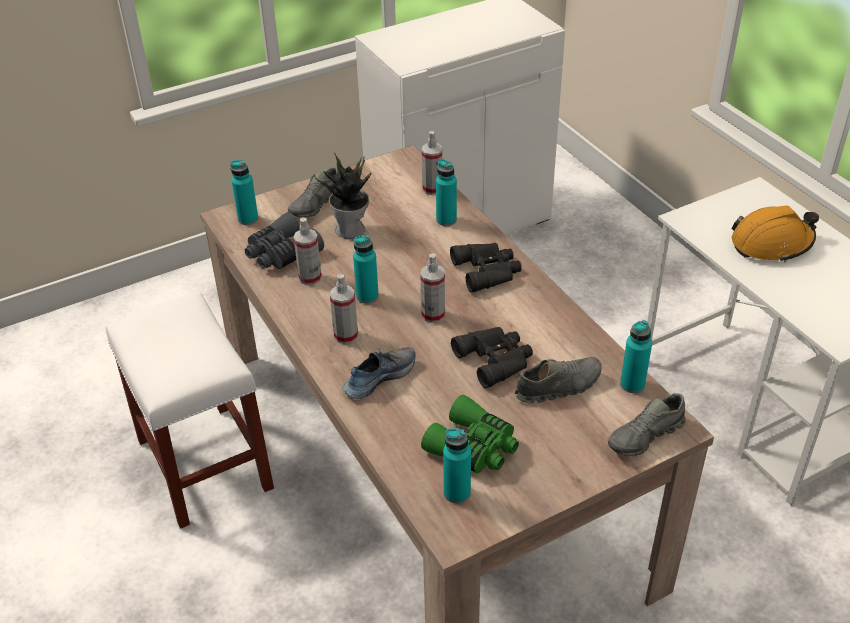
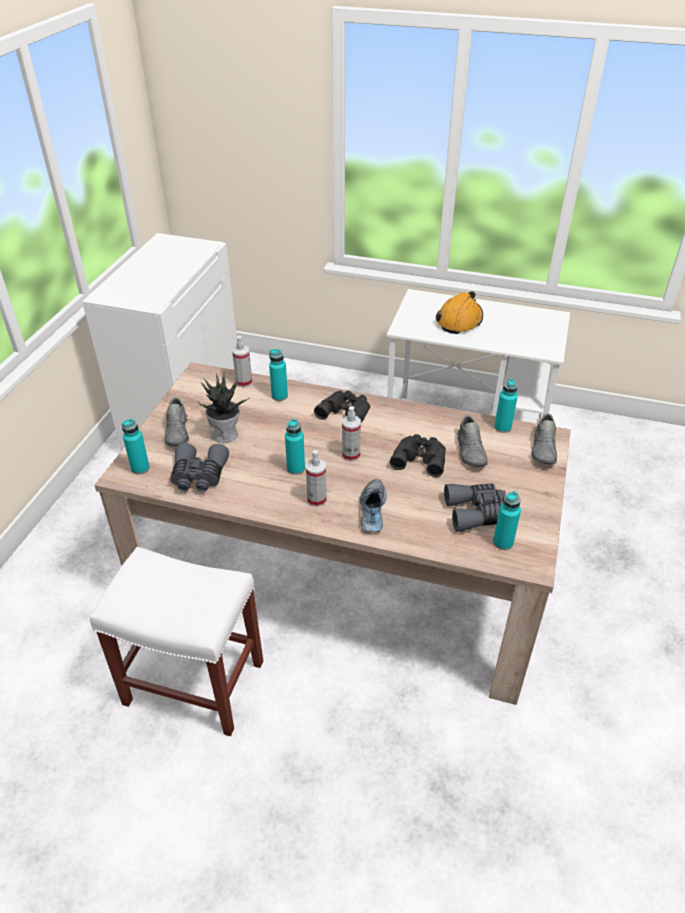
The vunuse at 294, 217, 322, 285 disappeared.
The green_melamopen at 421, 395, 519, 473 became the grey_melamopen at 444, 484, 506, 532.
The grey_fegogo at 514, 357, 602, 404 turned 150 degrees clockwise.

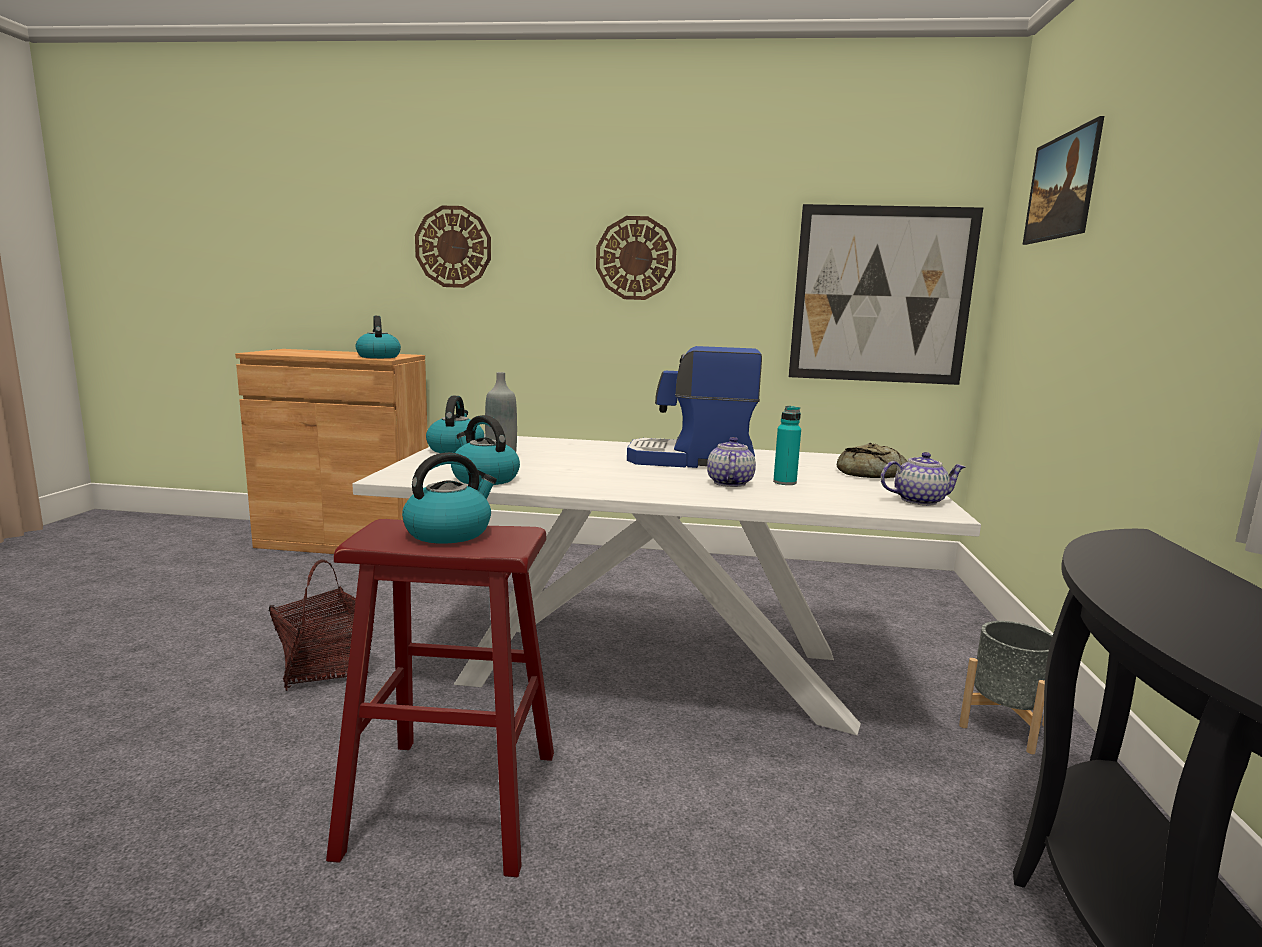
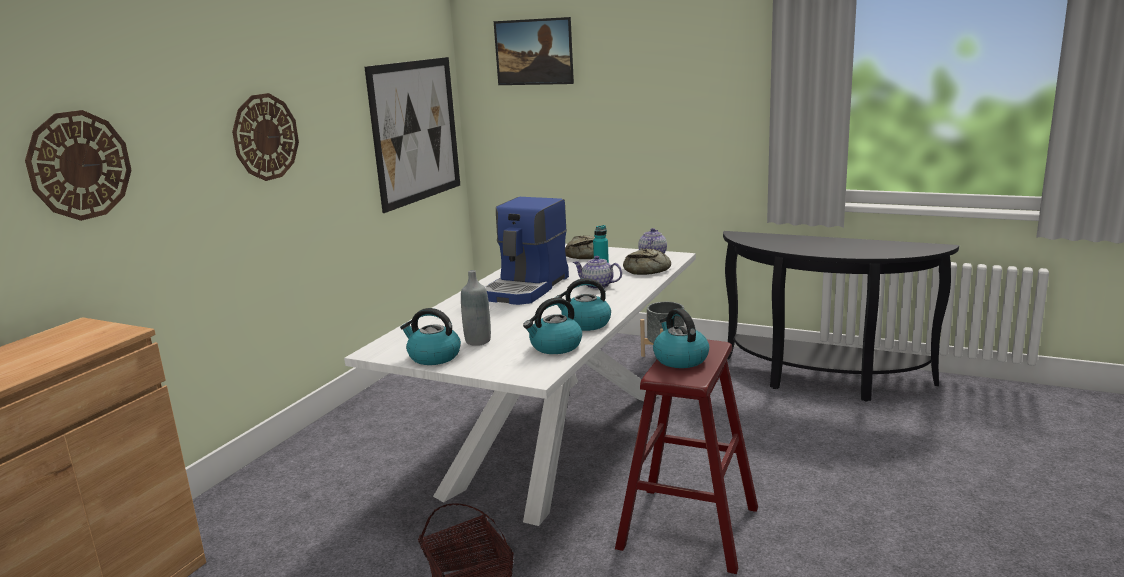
The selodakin moved from 356, 316, 401, 358 to 555, 278, 611, 331.
The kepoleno at 623, 248, 671, 275 appeared.

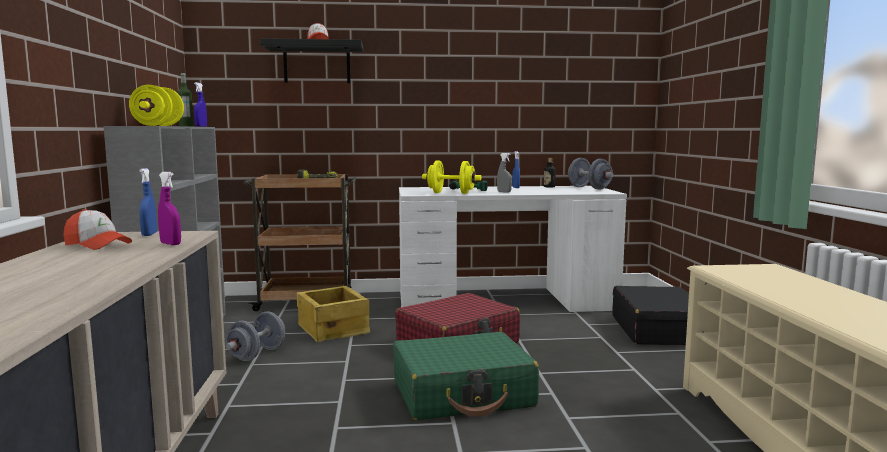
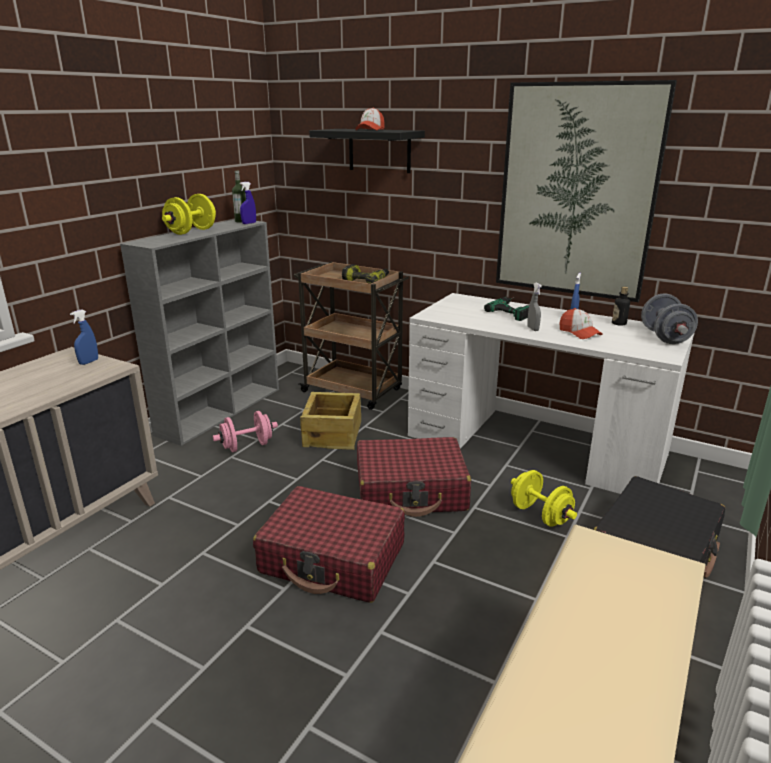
The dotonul moved from 63, 209, 132, 250 to 560, 308, 603, 339.
The purple_vunuse at 158, 172, 181, 245 disappeared.
The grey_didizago at 226, 311, 286, 361 became the pink_didizago at 213, 411, 278, 452.
The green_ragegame at 393, 332, 539, 420 became the red_ragegame at 253, 486, 405, 603.
The yellow_didizago moved from 422, 161, 481, 194 to 511, 470, 577, 527.
The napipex at 496, 80, 677, 302 appeared.

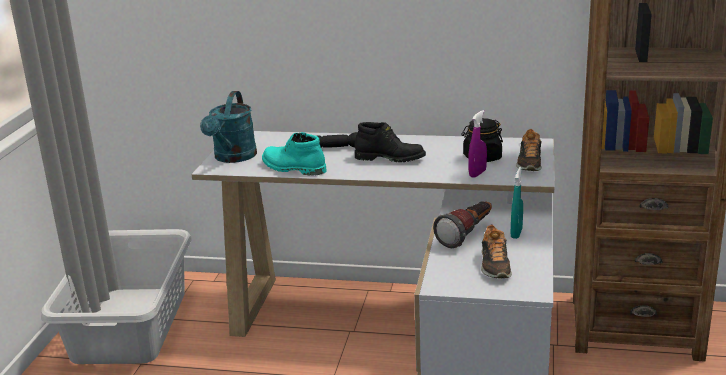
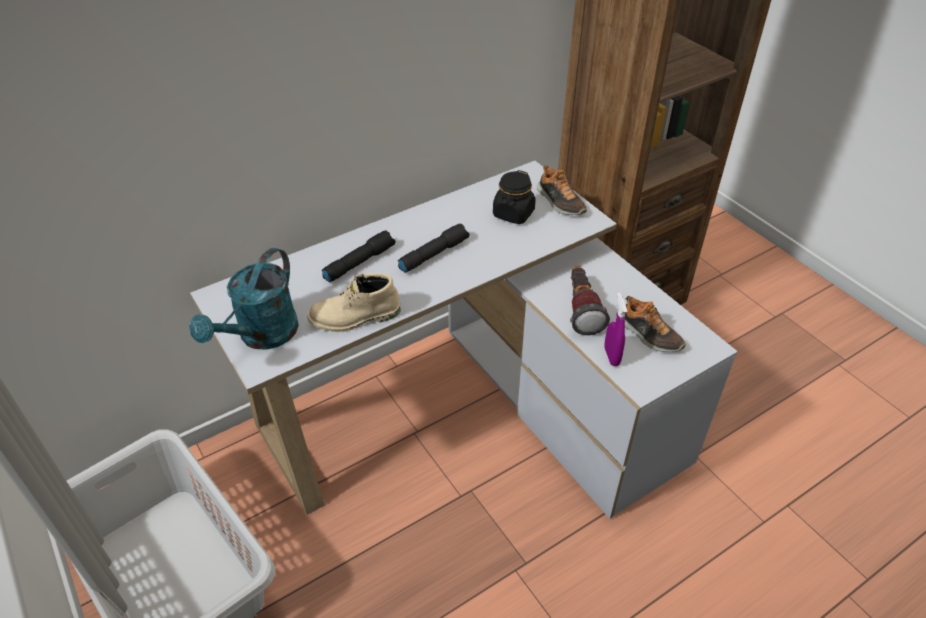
The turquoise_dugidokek at 200, 91, 257, 163 turned 60 degrees clockwise.
The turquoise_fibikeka at 262, 132, 327, 176 became the beige_fibikeka at 307, 273, 401, 332.
The black_fibikeka at 355, 122, 426, 162 was replaced by the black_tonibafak at 398, 224, 470, 273.
The purple_vunuse moved from 469, 110, 487, 178 to 604, 292, 628, 366.
The turquoise_vunuse at 511, 167, 523, 239 disappeared.

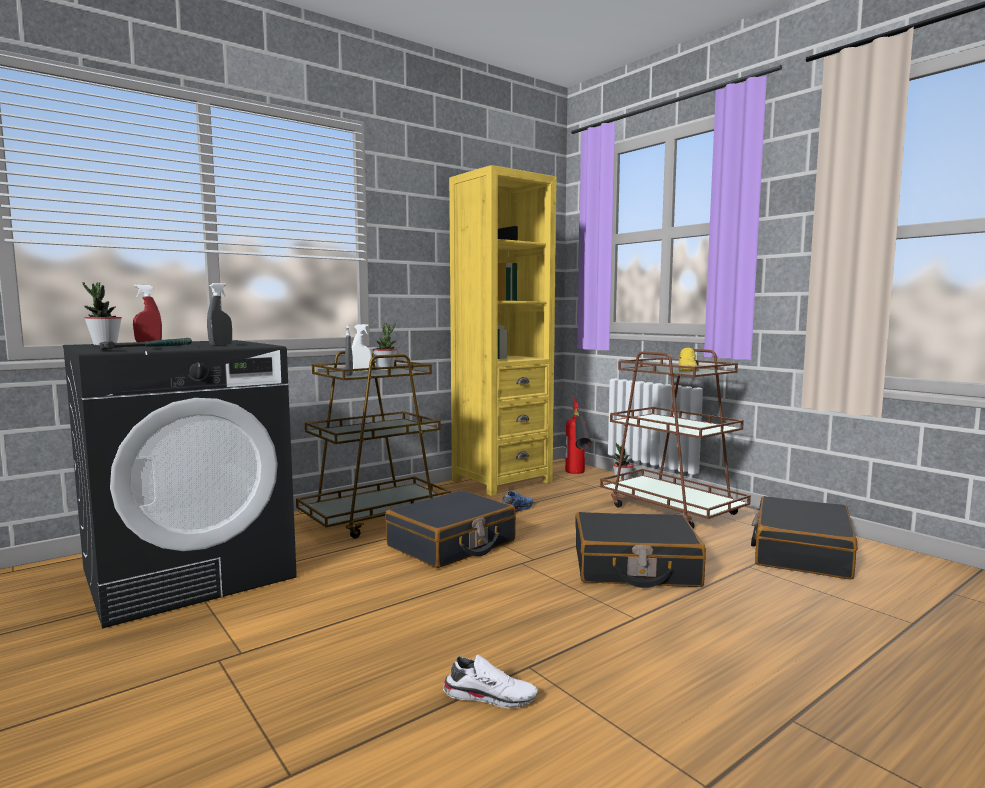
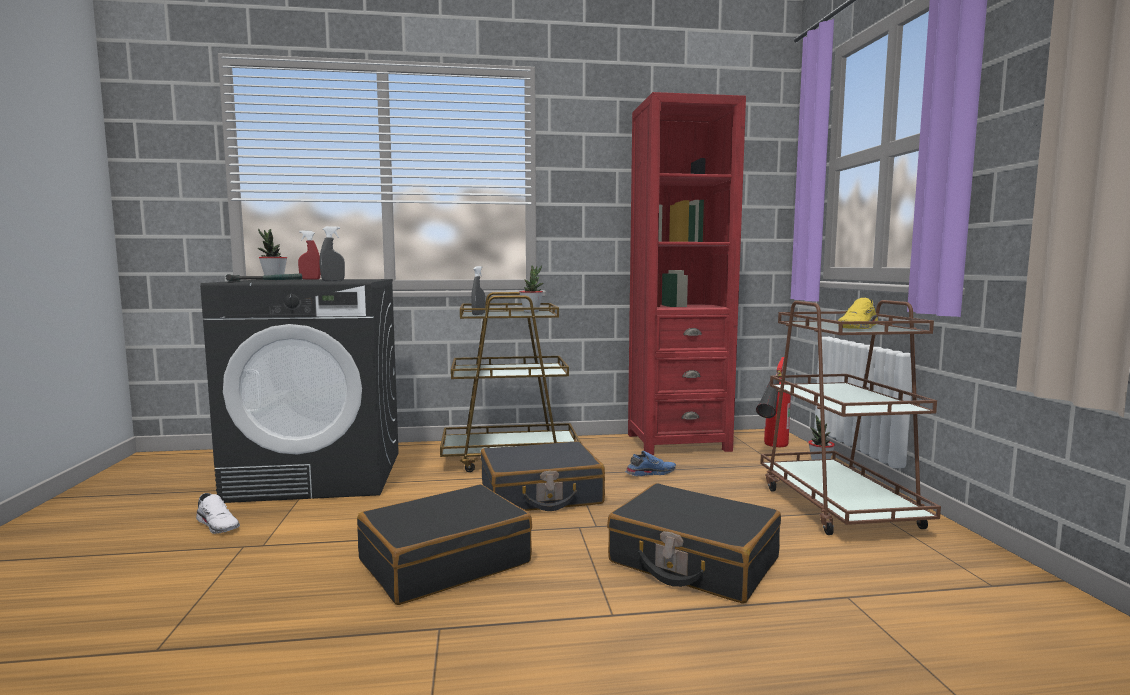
The white_vunuse at 351, 324, 372, 372 disappeared.
The white_fegogo moved from 443, 655, 538, 709 to 196, 493, 240, 534.
The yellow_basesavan at 449, 165, 557, 496 became the red_basesavan at 628, 92, 746, 455.
The black_ragegame moved from 751, 496, 857, 580 to 357, 484, 532, 605.

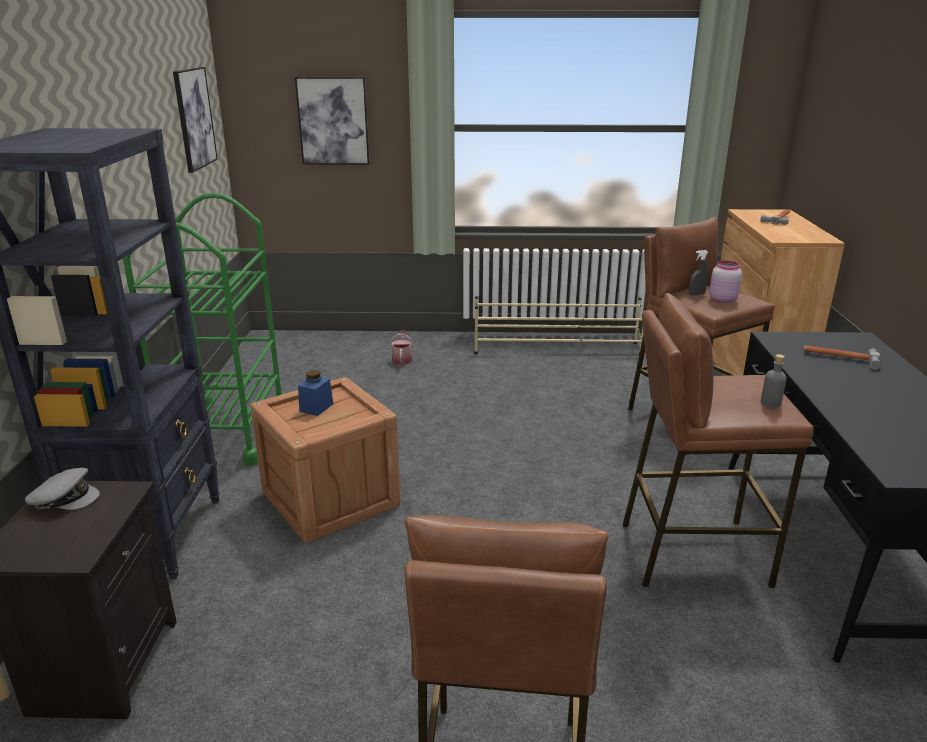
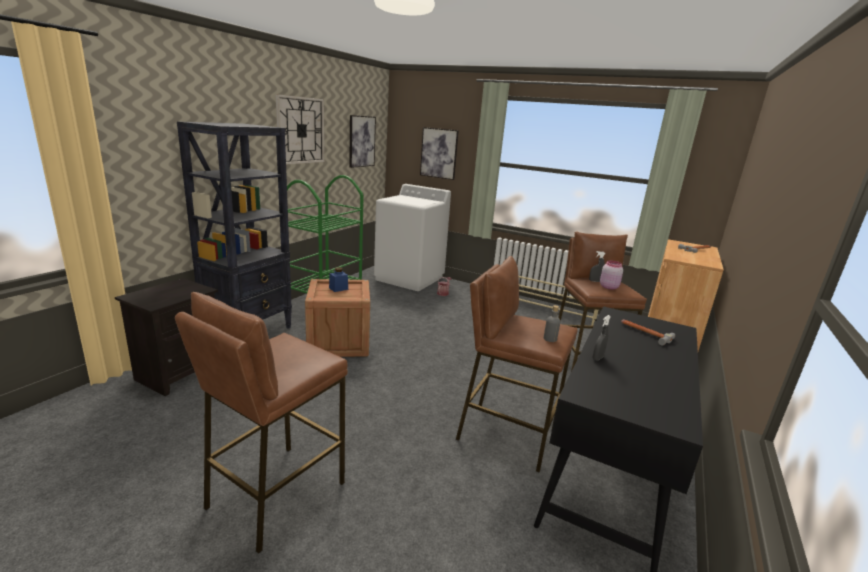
The grey_dotonul at 25, 468, 100, 510 disappeared.
The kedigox at 275, 94, 324, 165 appeared.
The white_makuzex at 374, 184, 451, 291 appeared.
The grey_vunuse at 593, 315, 611, 361 appeared.

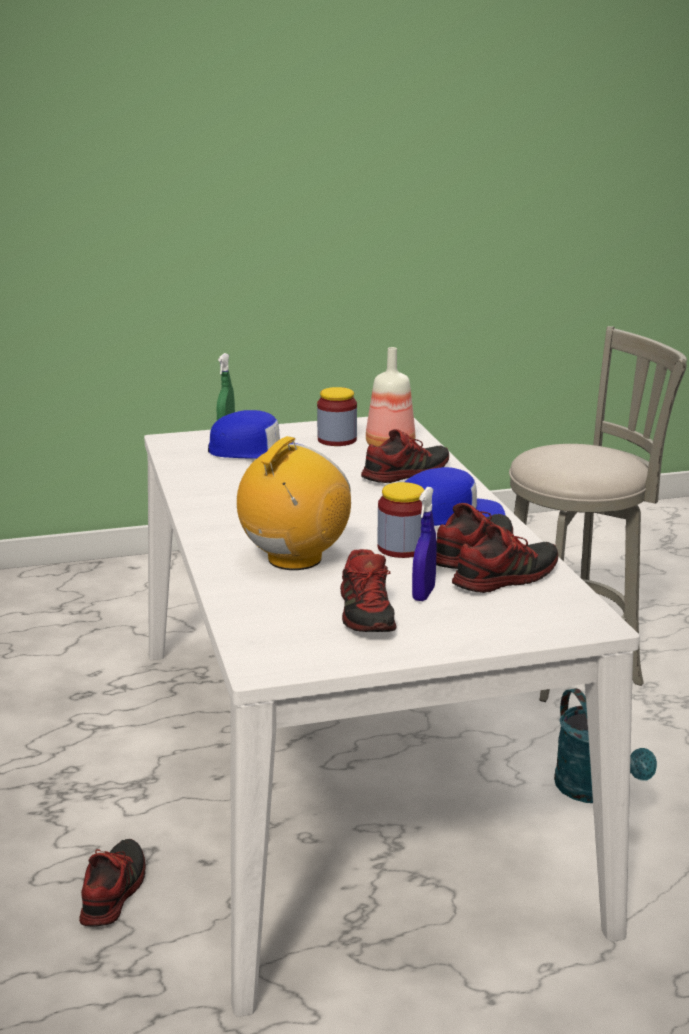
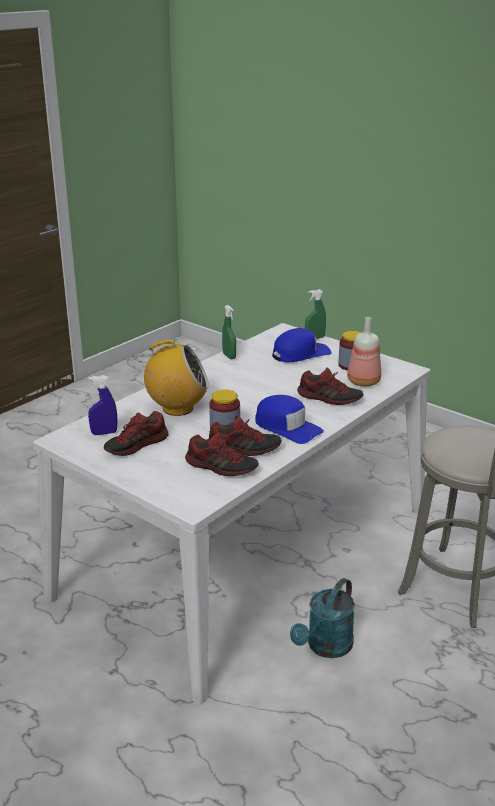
The fegogo at 79, 839, 146, 926 disappeared.
The blue_dotonul at 208, 410, 297, 459 turned 90 degrees counterclockwise.
The blue_vunuse moved from 412, 487, 437, 601 to 88, 375, 117, 435.
The green_vunuse at 222, 305, 236, 359 appeared.

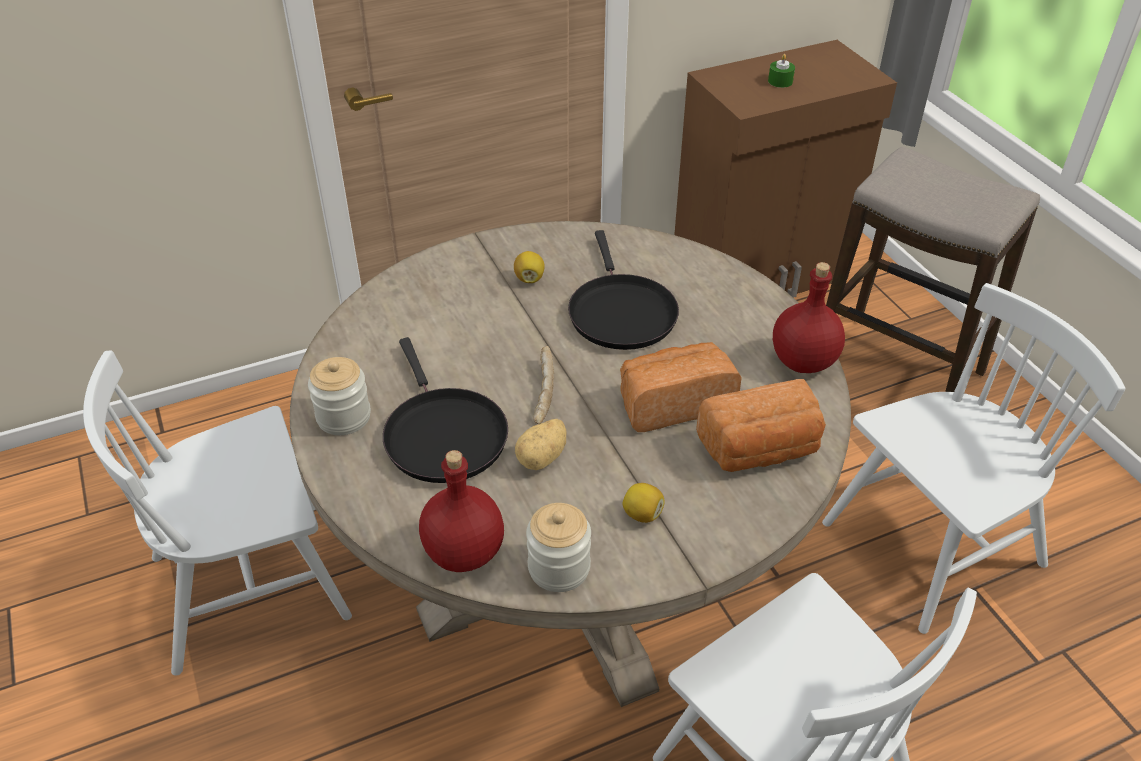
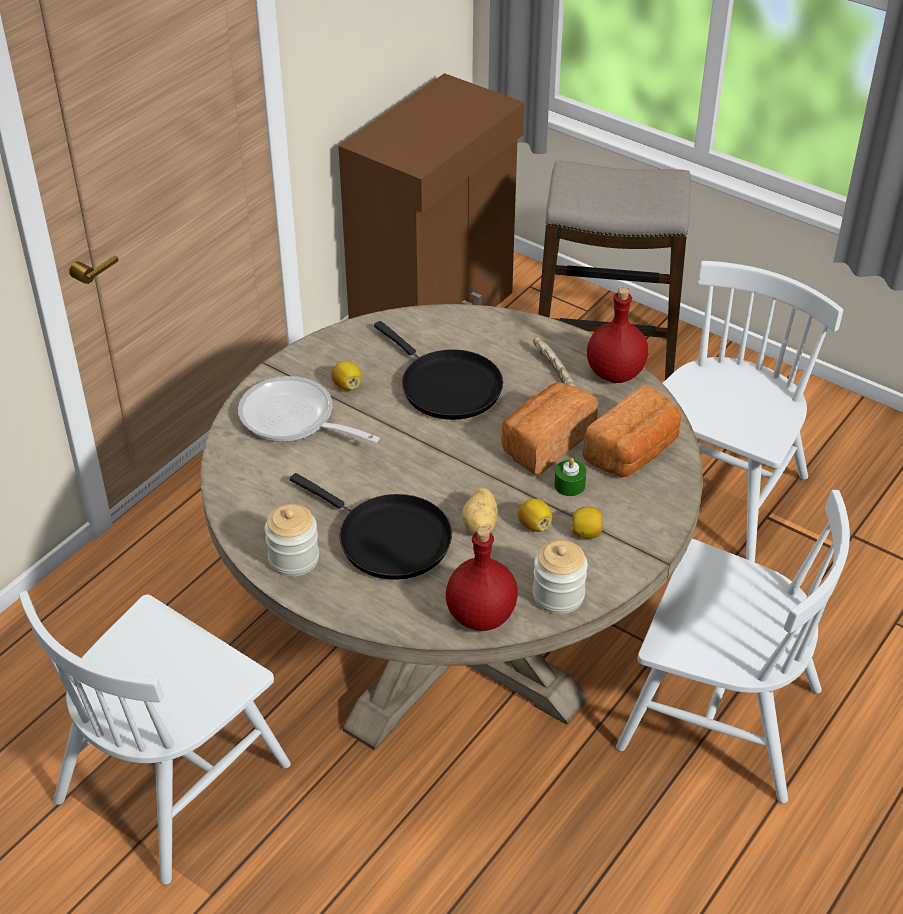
The kepoleno moved from 533, 346, 554, 424 to 533, 337, 575, 386.
The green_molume moved from 768, 54, 795, 88 to 554, 458, 586, 496.
The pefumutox at 238, 376, 380, 443 appeared.
The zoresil at 518, 499, 552, 532 appeared.

